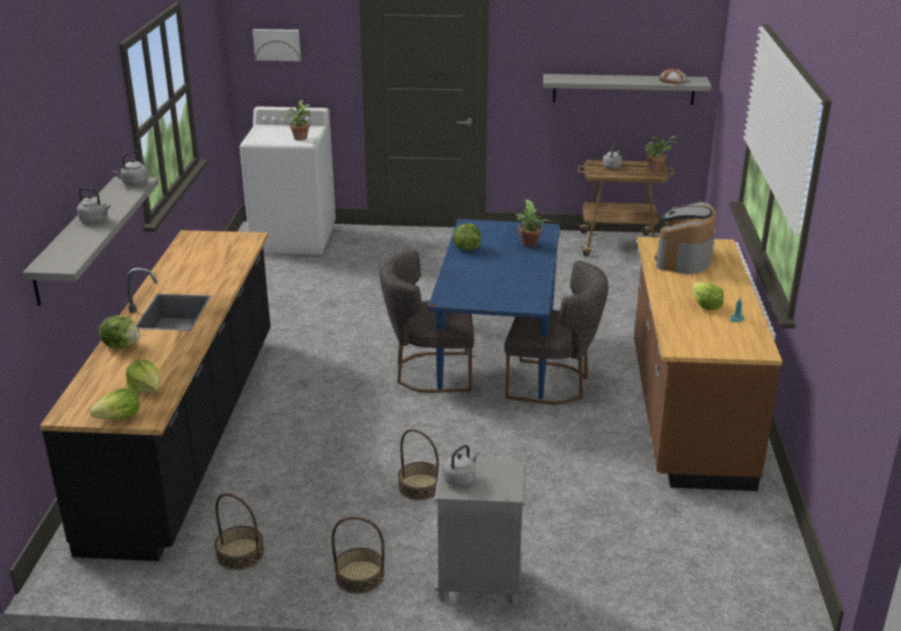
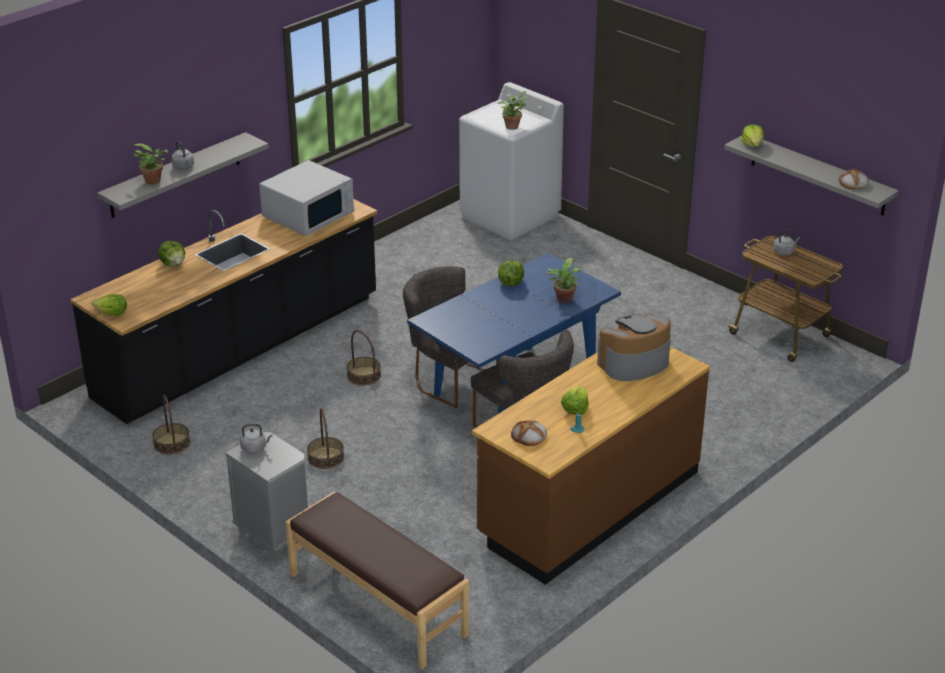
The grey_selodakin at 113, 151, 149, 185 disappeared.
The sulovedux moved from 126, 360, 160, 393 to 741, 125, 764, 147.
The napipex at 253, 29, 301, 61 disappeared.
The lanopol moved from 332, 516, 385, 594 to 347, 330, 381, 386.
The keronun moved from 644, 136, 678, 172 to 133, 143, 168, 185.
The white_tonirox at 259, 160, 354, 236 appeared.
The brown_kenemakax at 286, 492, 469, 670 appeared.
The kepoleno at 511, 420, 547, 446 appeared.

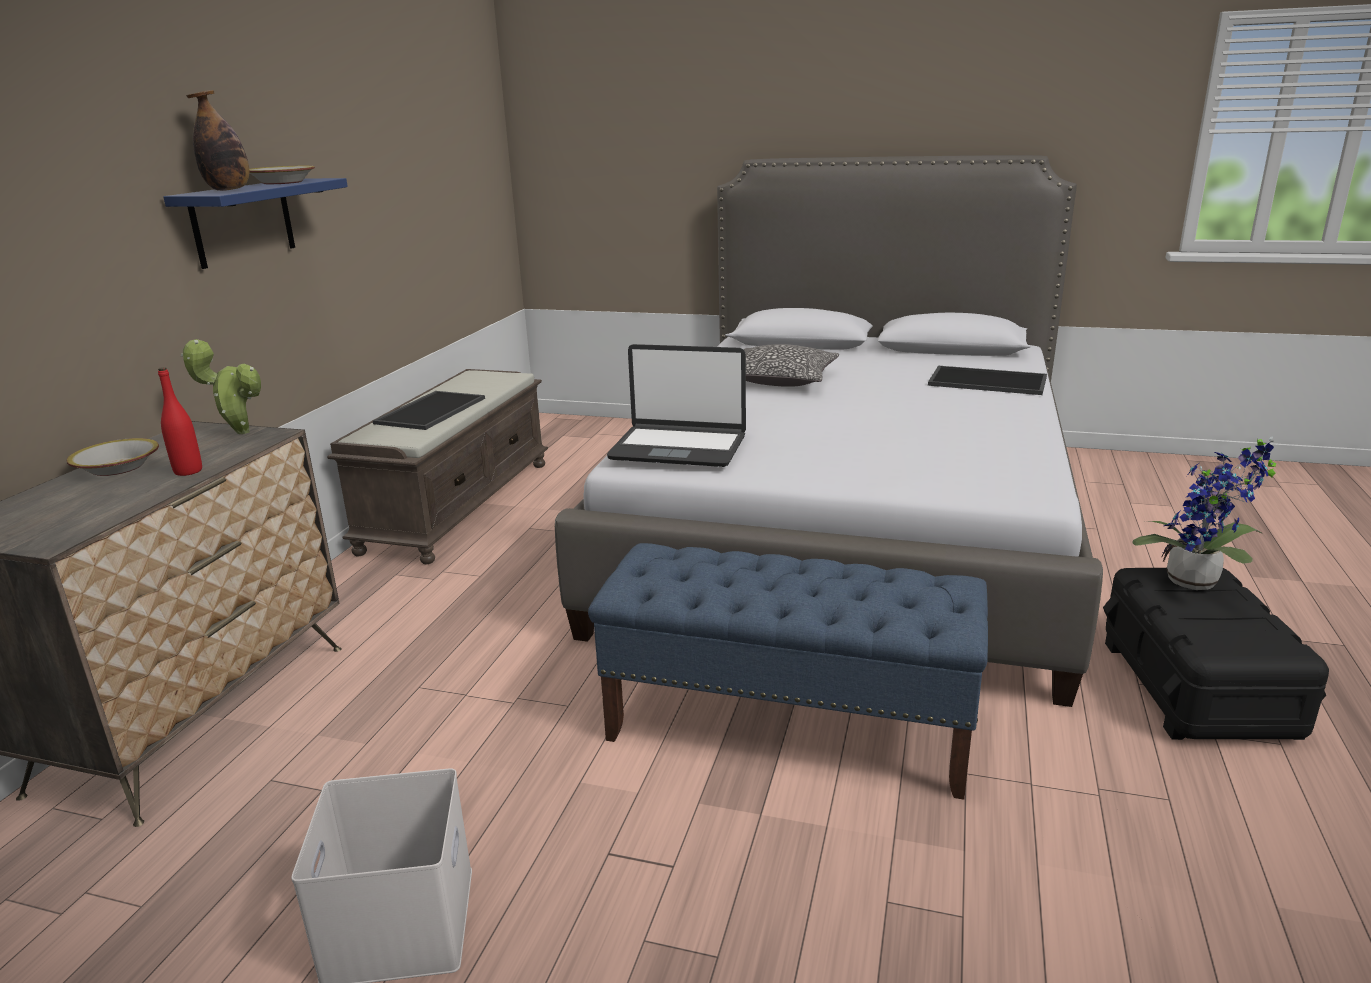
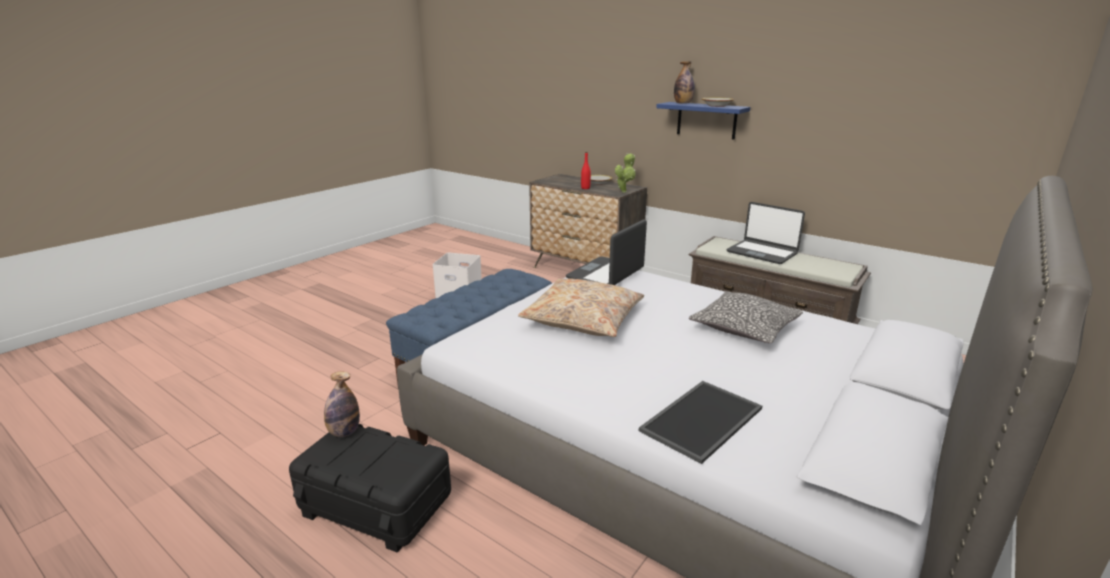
The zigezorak at 373, 391, 485, 430 was replaced by the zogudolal at 727, 202, 805, 264.
The keronun at 1132, 436, 1276, 590 disappeared.
The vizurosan at 324, 371, 360, 437 appeared.
The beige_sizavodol at 518, 279, 644, 337 appeared.

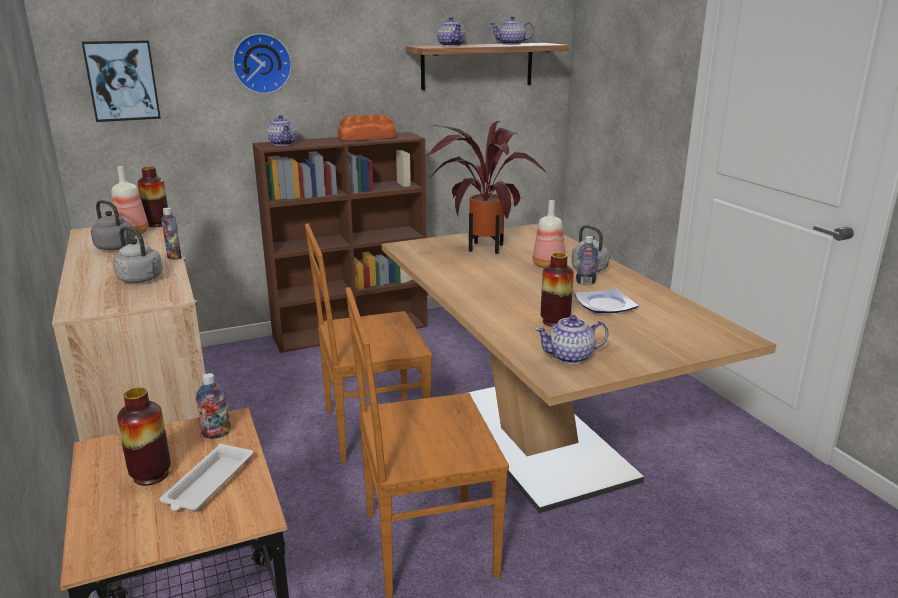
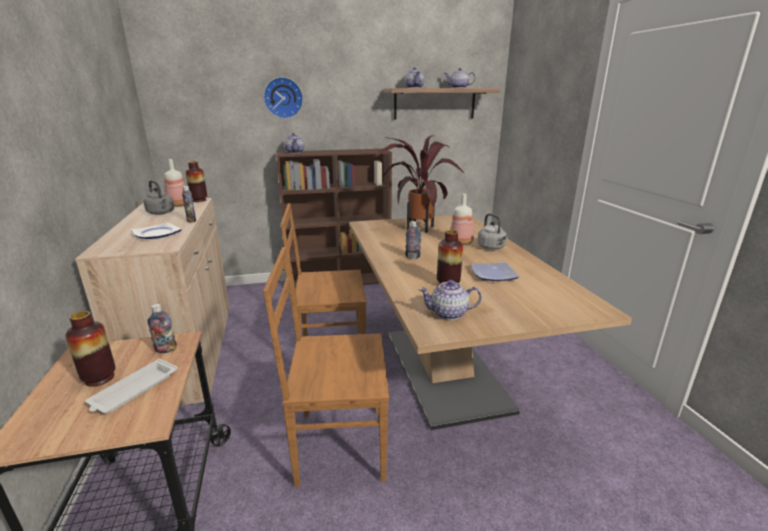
The napipex at 82, 40, 161, 122 disappeared.
The grey_selodakin at 113, 226, 163, 283 was replaced by the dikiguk at 131, 222, 182, 239.
The kepoleno at 338, 114, 396, 141 disappeared.
The vizurosan moved from 576, 236, 598, 285 to 405, 221, 422, 259.

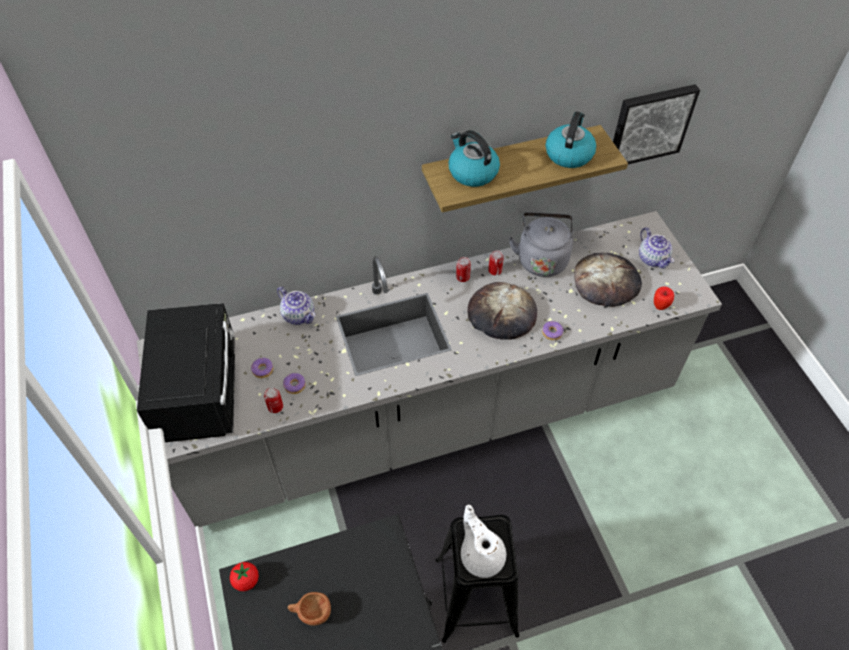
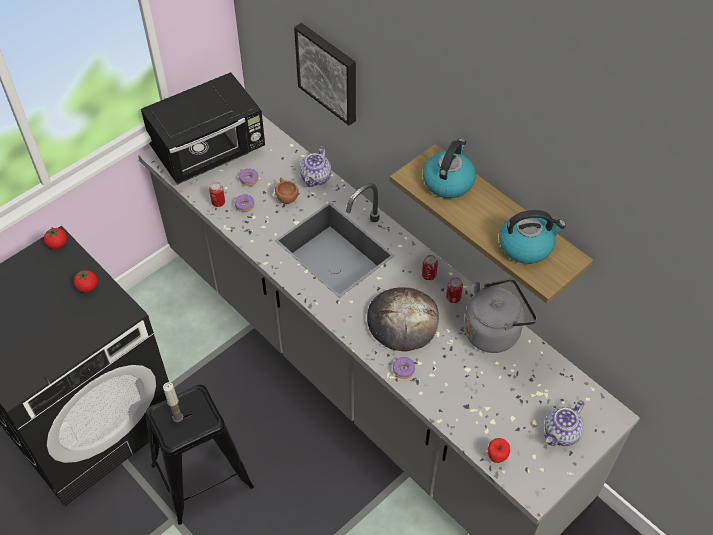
The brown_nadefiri moved from 288, 592, 331, 626 to 275, 178, 298, 204.
The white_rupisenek at 461, 505, 506, 578 was replaced by the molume at 163, 382, 183, 422.
The kepoleno at 574, 253, 642, 307 disappeared.
The napipex moved from 613, 84, 700, 164 to 294, 23, 356, 125.
The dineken at 74, 270, 97, 293 appeared.

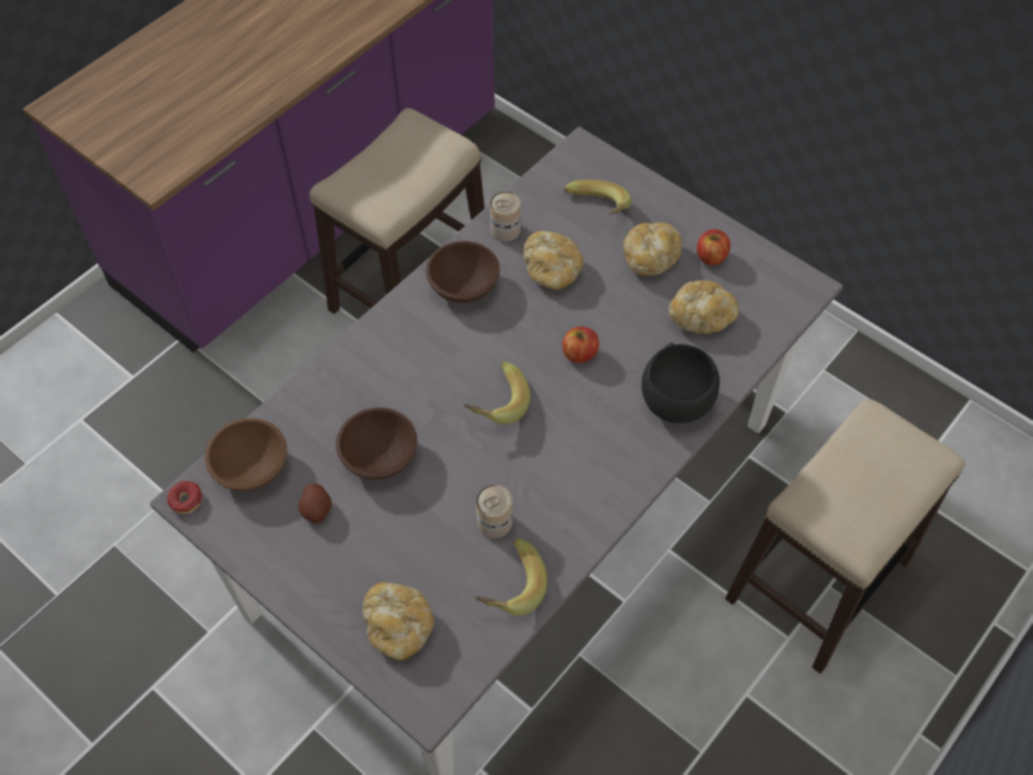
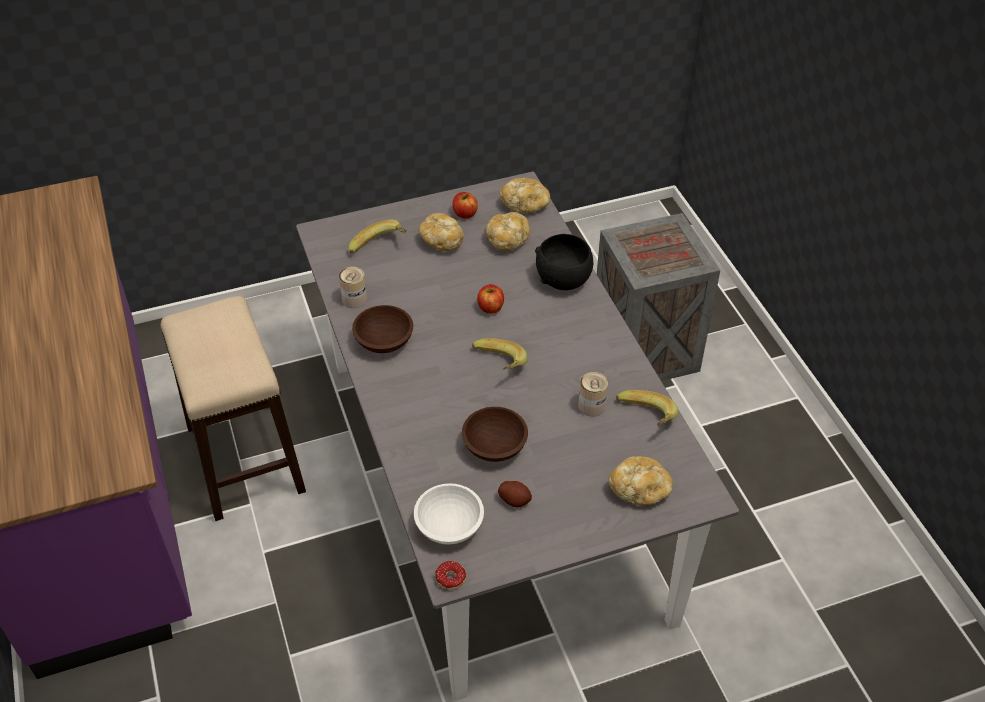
The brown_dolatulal at 205, 418, 287, 491 became the white_dolatulal at 414, 483, 484, 545.
The kepoleno moved from 524, 231, 583, 290 to 500, 178, 550, 213.
The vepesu at 725, 399, 965, 674 was replaced by the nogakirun at 597, 213, 720, 381.

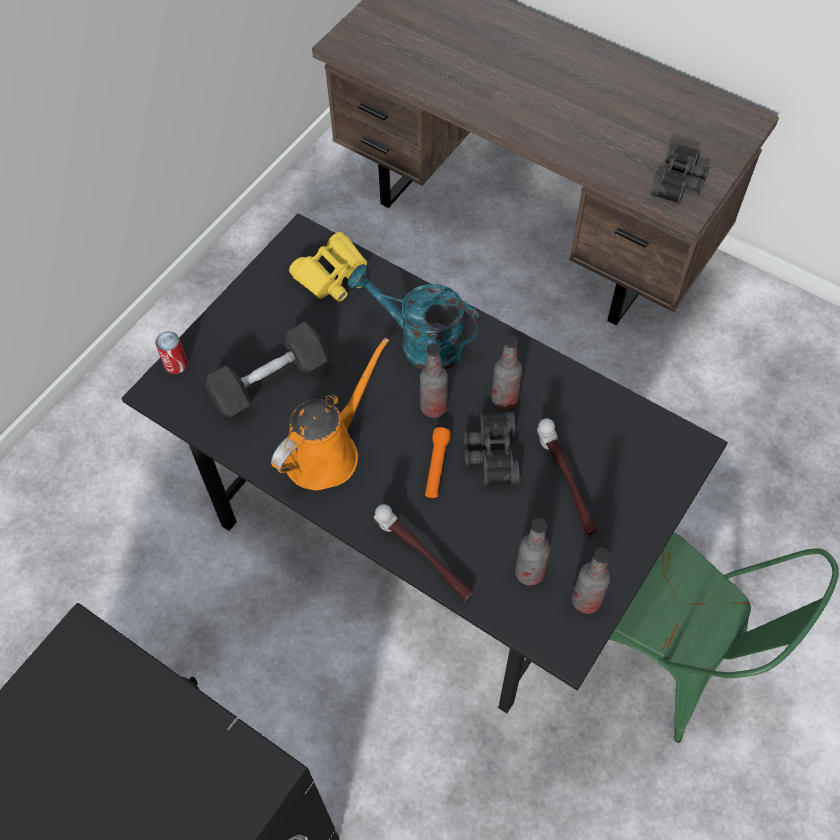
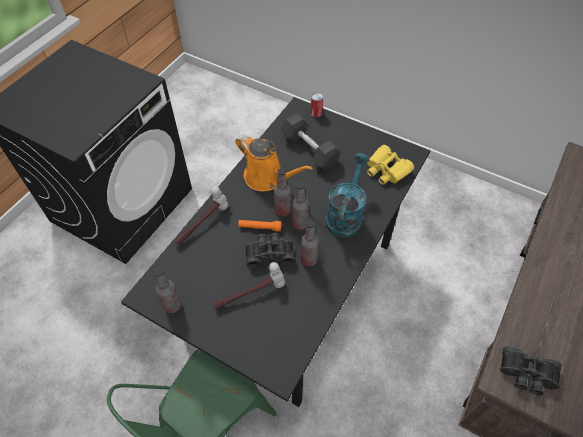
The vizurosan moved from 515, 518, 550, 586 to 274, 168, 291, 216.

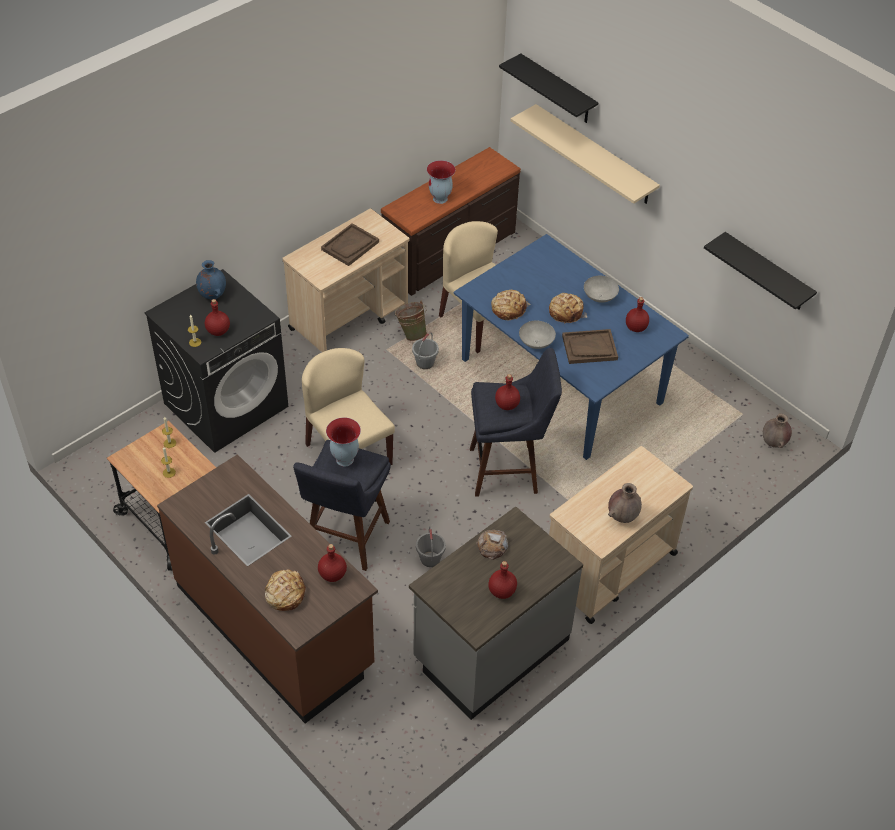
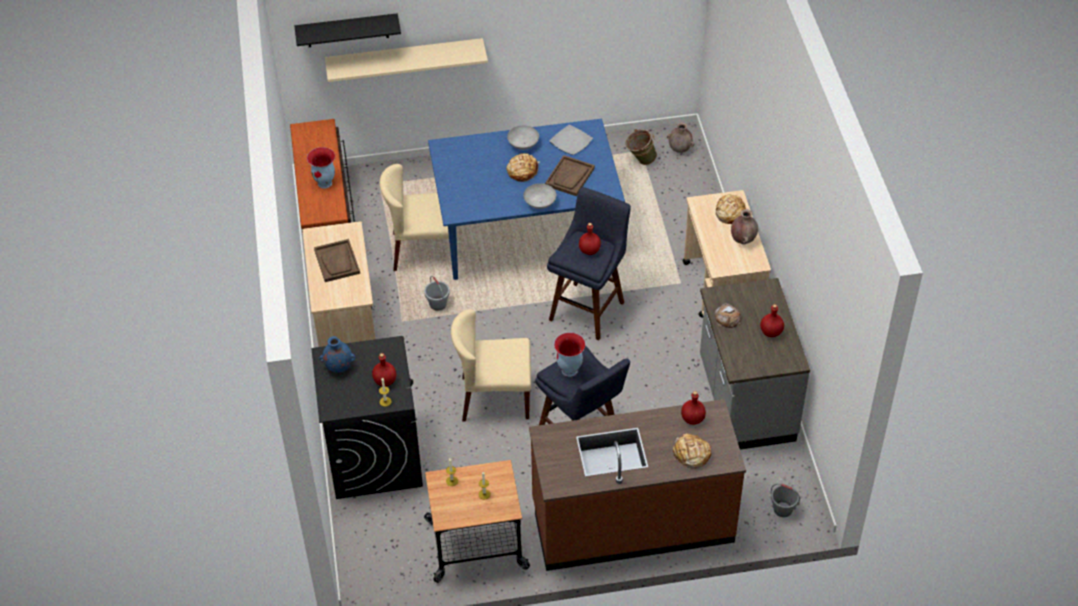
The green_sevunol moved from 395, 301, 427, 341 to 626, 129, 657, 165.
The grey_sevunol moved from 416, 526, 446, 567 to 771, 484, 800, 517.
The kepoleno moved from 491, 290, 530, 321 to 715, 194, 746, 224.
The red_vizurosan at 626, 297, 649, 332 was replaced by the dikiguk at 550, 125, 593, 155.
The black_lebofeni at 704, 232, 817, 310 disappeared.

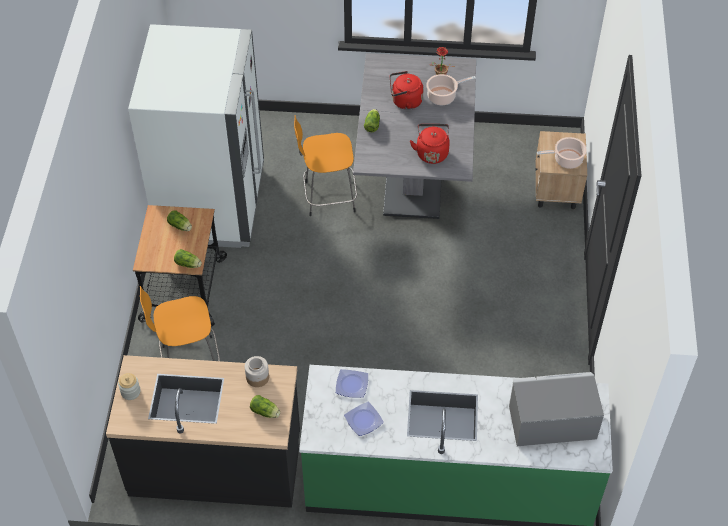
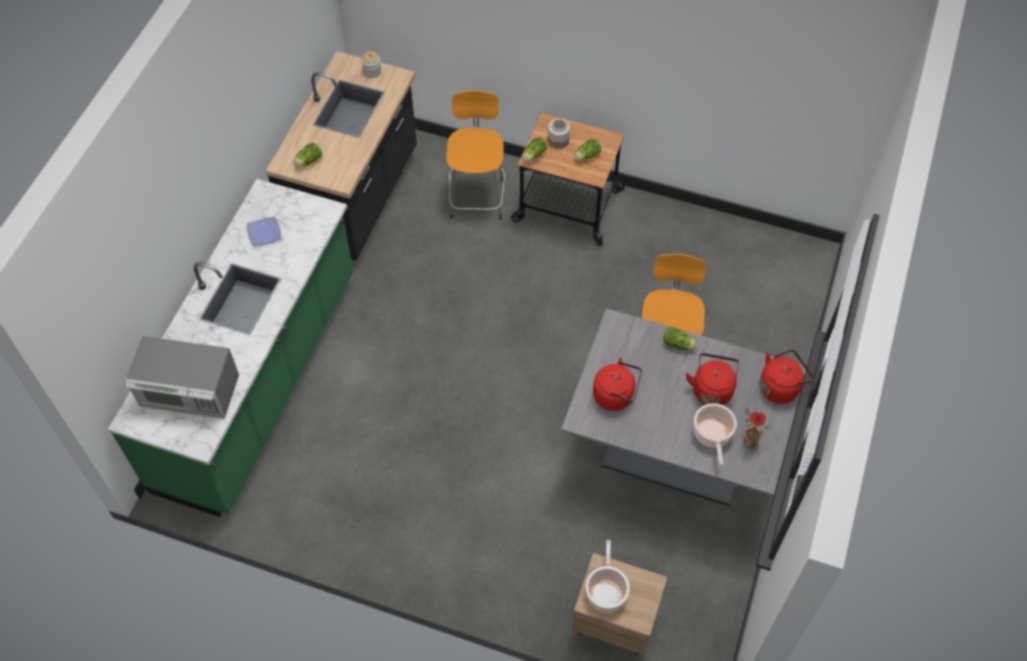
The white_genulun at 128, 24, 264, 248 disappeared.
The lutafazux moved from 245, 356, 269, 387 to 548, 119, 570, 149.
The dikiguk at 336, 369, 368, 398 disappeared.
The tonirox at 509, 372, 604, 446 turned 90 degrees clockwise.
The red_selodakin at 760, 349, 814, 404 appeared.

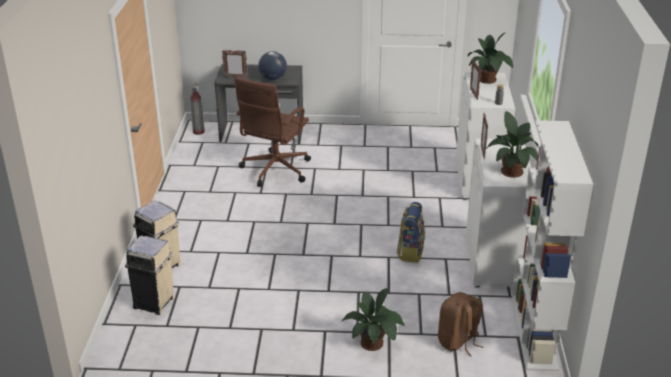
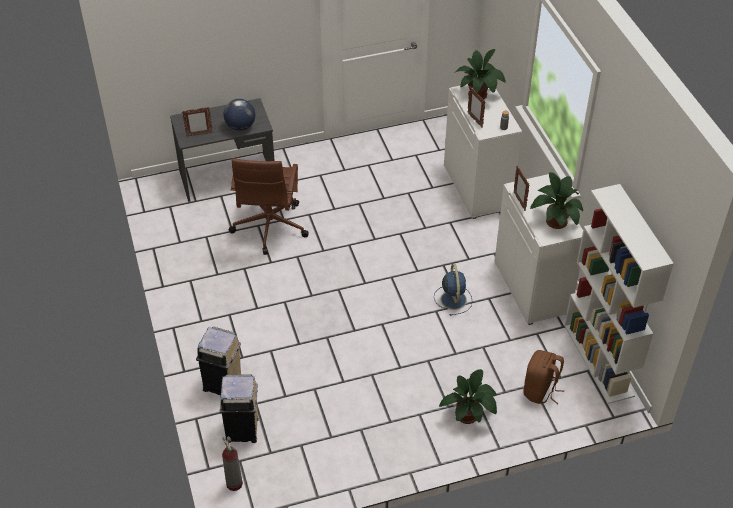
The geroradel moved from 190, 82, 205, 135 to 222, 436, 243, 491.
The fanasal at 397, 202, 425, 263 was replaced by the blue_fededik at 434, 264, 472, 316.

